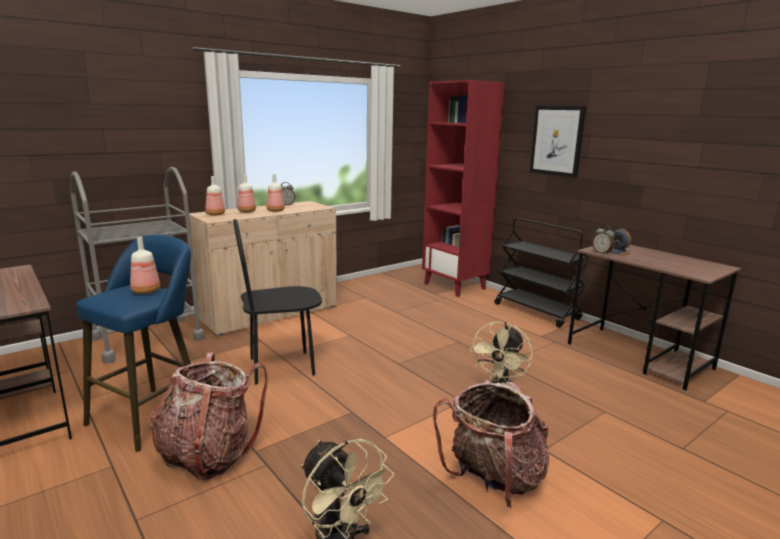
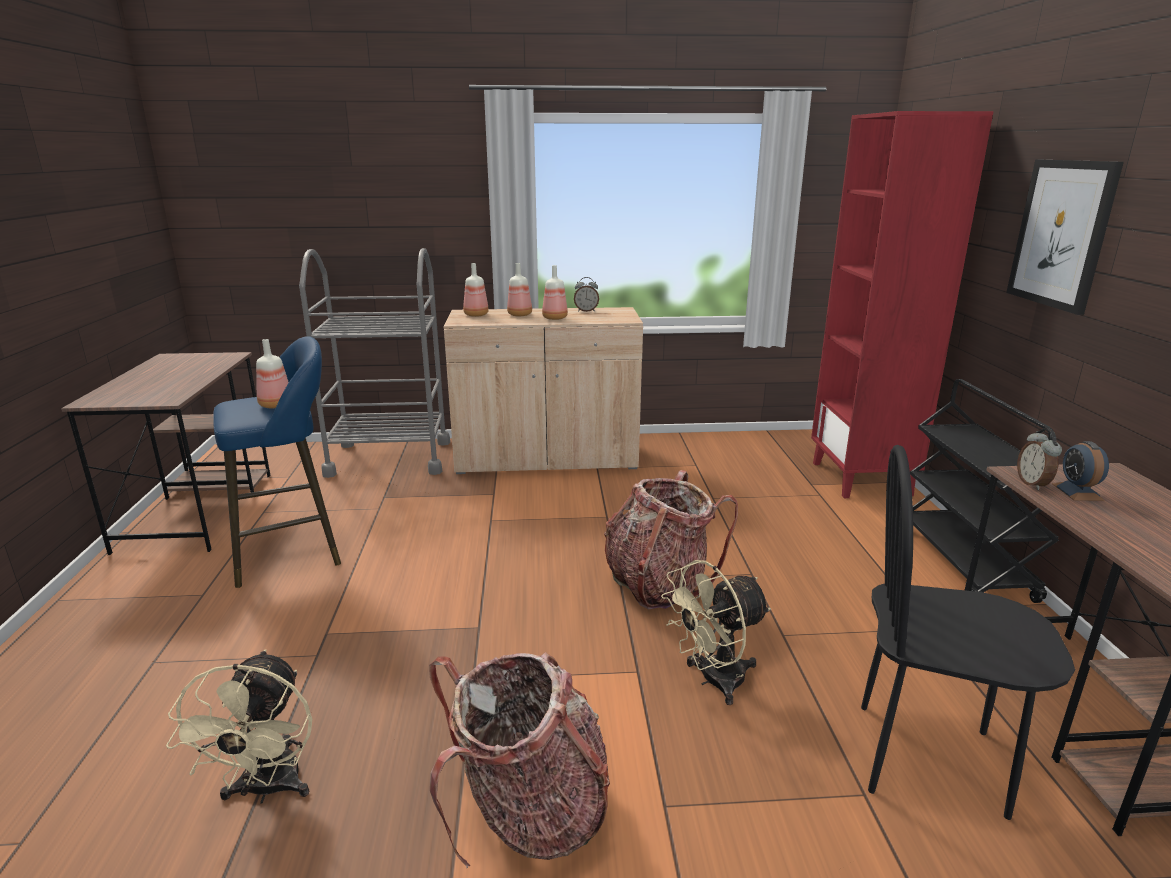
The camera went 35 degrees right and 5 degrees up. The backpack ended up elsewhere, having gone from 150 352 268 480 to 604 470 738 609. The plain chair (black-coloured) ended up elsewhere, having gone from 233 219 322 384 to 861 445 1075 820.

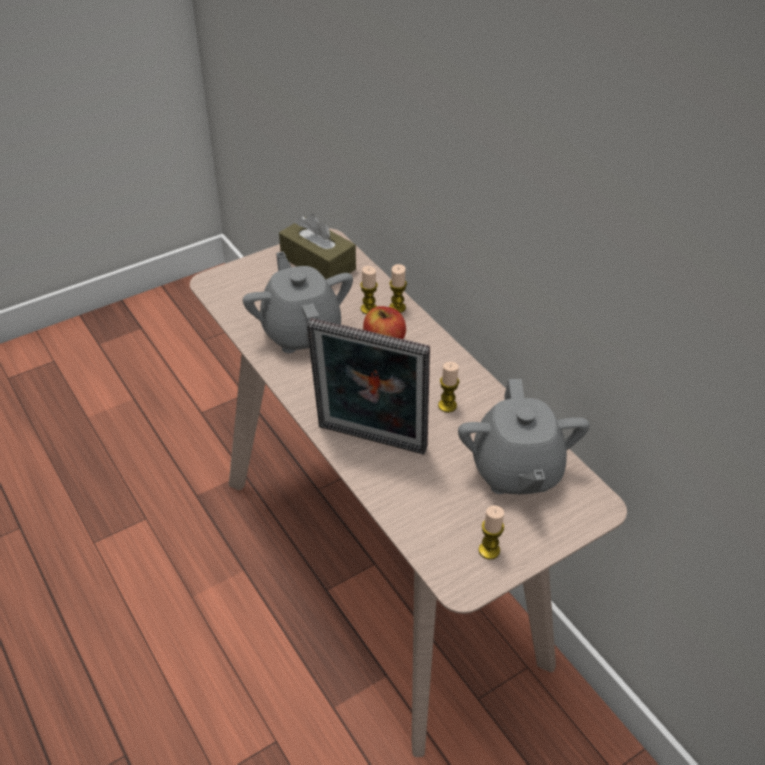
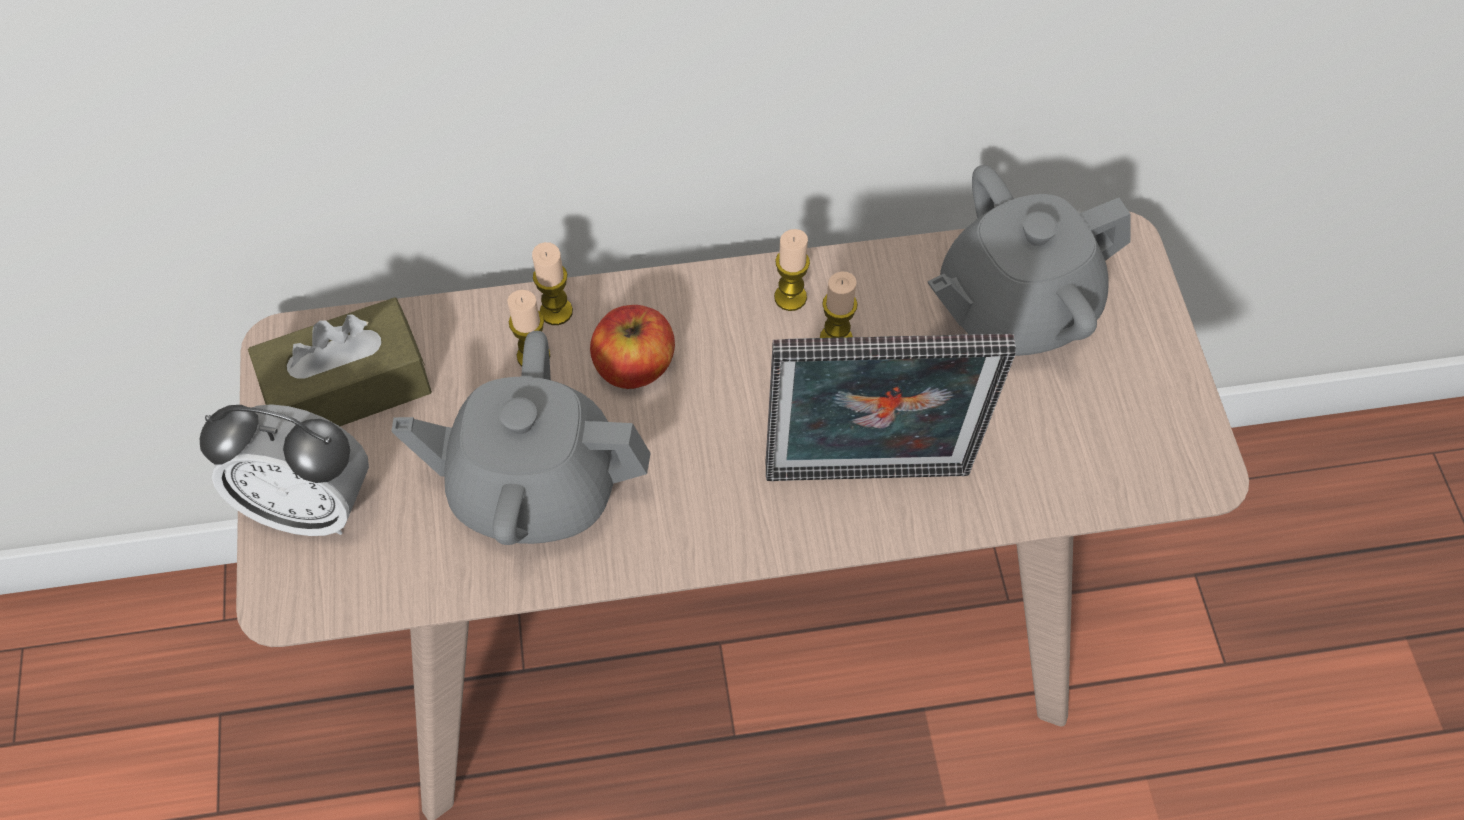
The camera went 65 degrees left and 15 degrees up. The second view gained the bedside clock at 200 404 369 536. The photo frame at 307 318 430 454 ended up facing another way, 45 degrees clockwise from before. The candle ended up elsewhere, having gone from 479 505 504 560 to 774 229 810 311. The tea pot (grey) at 458 379 590 494 ended up facing another way, 135 degrees clockwise from before.

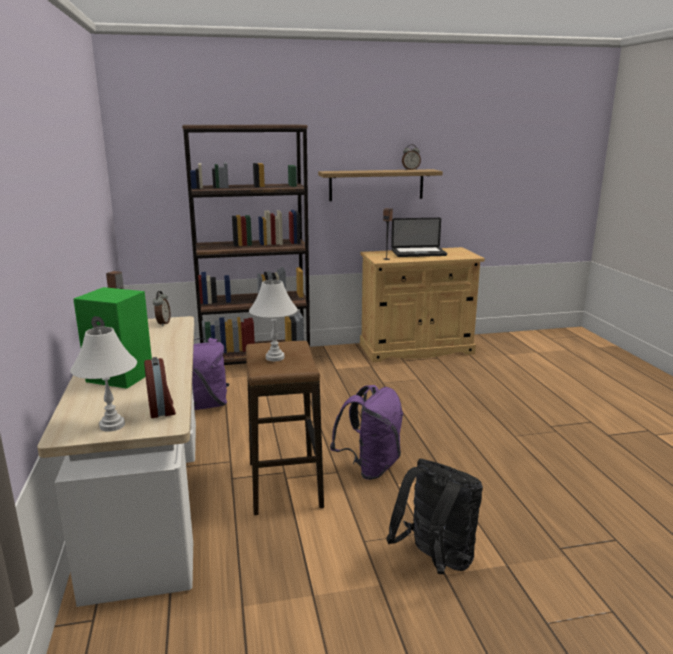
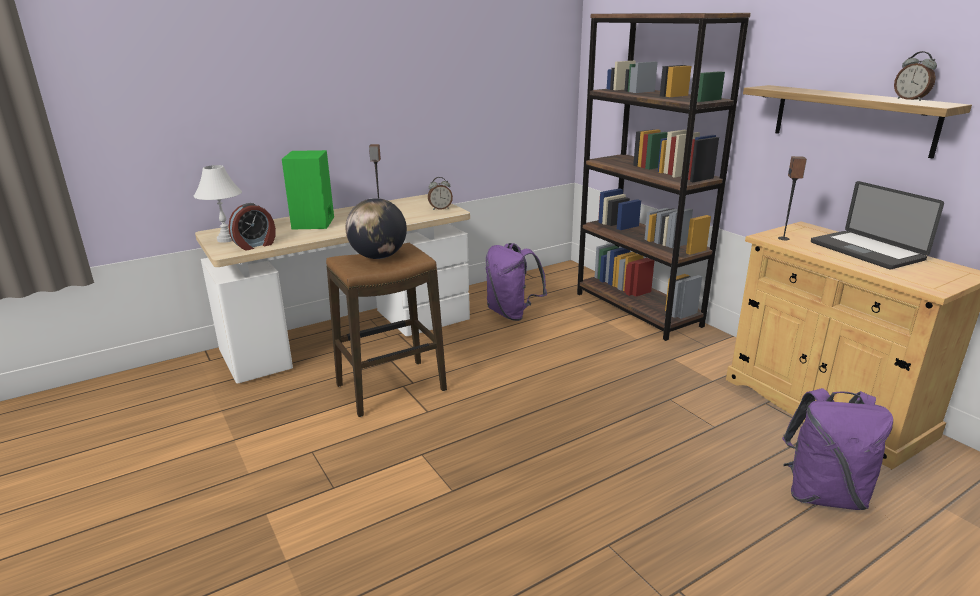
The camera went 70 degrees right and 5 degrees up. Where the tabletop lamp (white) stood at 249 280 298 361, the globe came to stand at 346 198 407 259. The backpack (purplish) ended up elsewhere, having gone from 330 385 403 480 to 782 388 893 510. The second view lost the backpack (black-coloured) at 386 459 483 574.

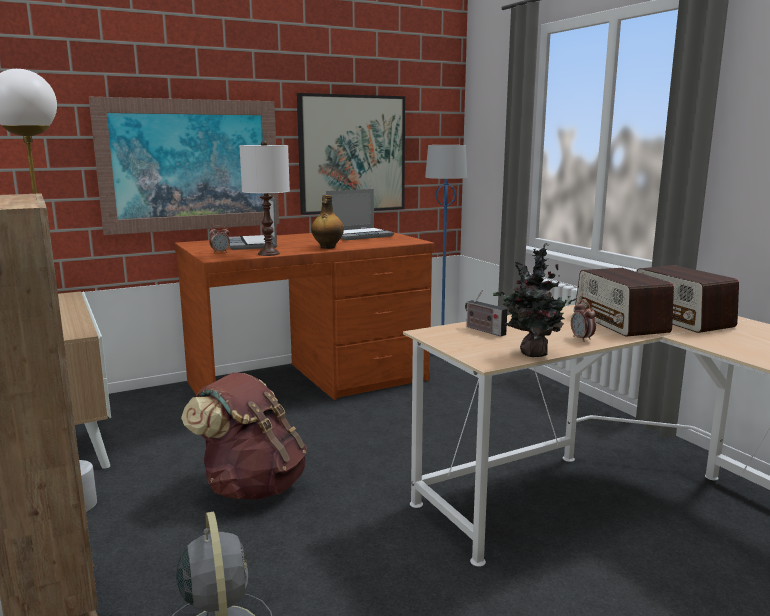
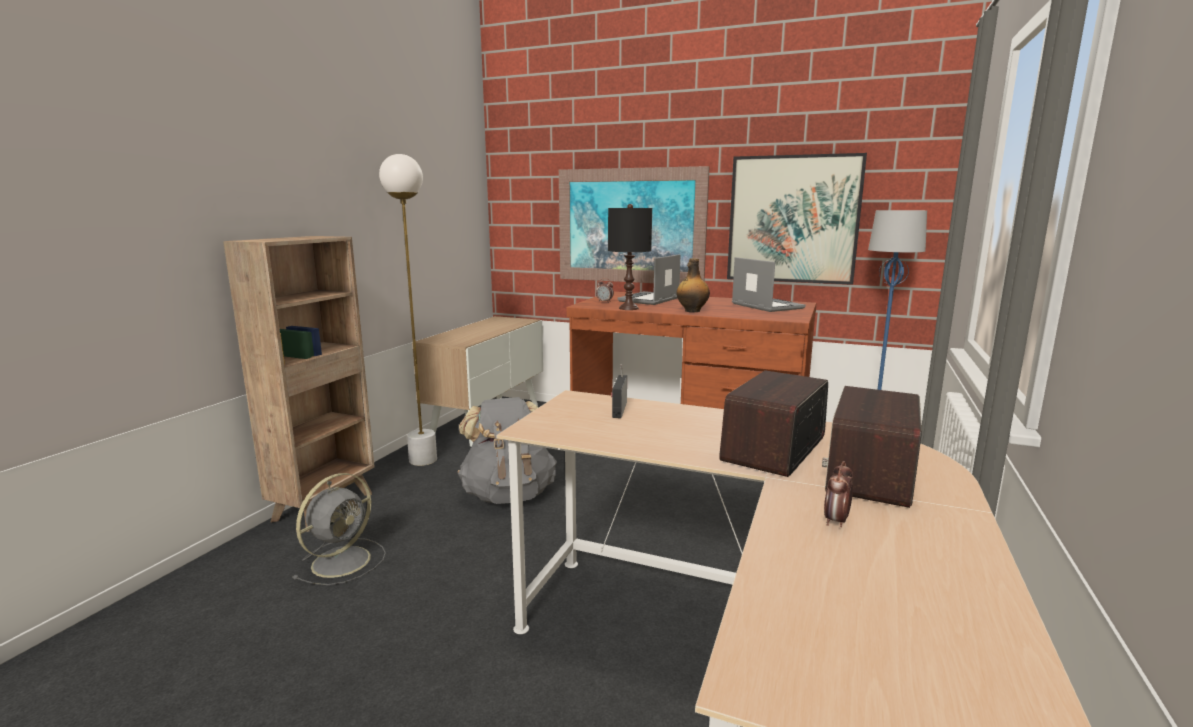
The camera went 50 degrees right and 0 degrees up. What was the backpack (brown) at 181 372 307 500 turned into the backpack (grey) at 458 397 557 504. What was the tabletop lamp (white) at 239 141 290 256 turned into the tabletop lamp (black-coloured) at 608 204 652 310. The notebook computer at 326 189 394 240 ended up facing another way, 135 degrees counterclockwise from before. The bedside clock ended up elsewhere, having gone from 571 301 596 342 to 824 461 853 527. The second view lost the potted plant at 493 243 579 357.

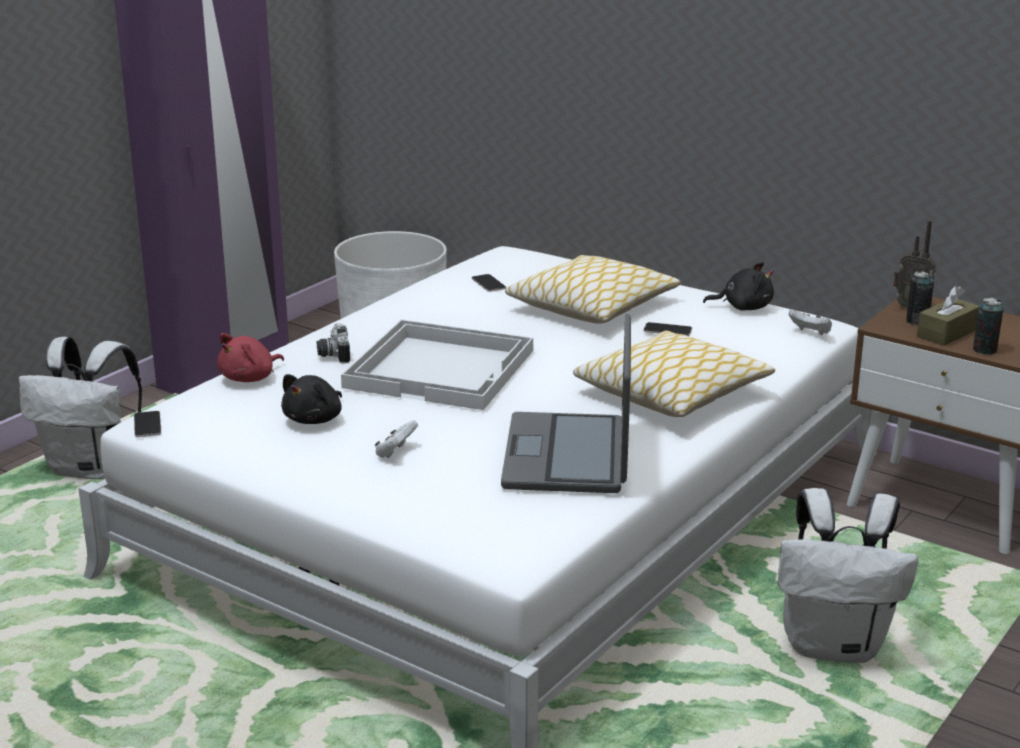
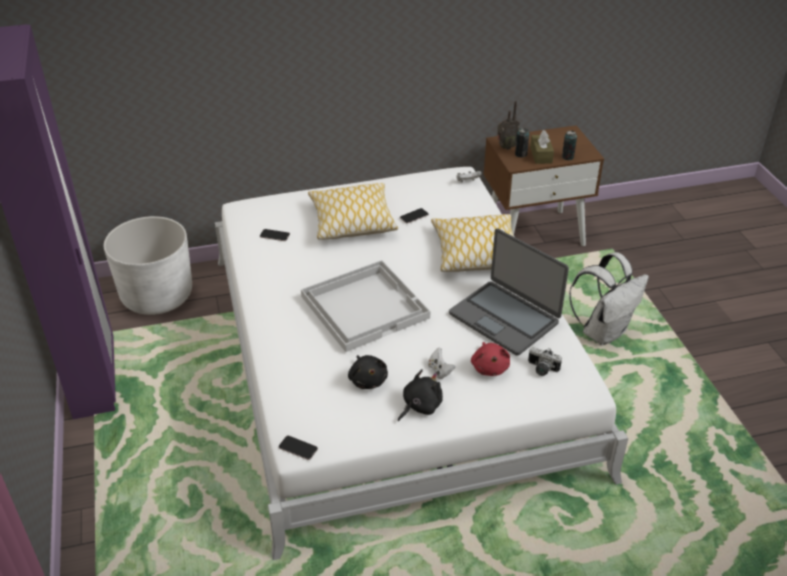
The camera went 50 degrees left and 15 degrees up. The soft toy (black-coloured) ended up elsewhere, having gone from 703 262 774 311 to 398 369 443 421. The soft toy (reddish) ended up elsewhere, having gone from 217 333 284 382 to 471 342 510 376. The still camera ended up elsewhere, having gone from 317 324 350 364 to 528 347 562 376. The second view lost the backpack (white) at 19 337 142 479.

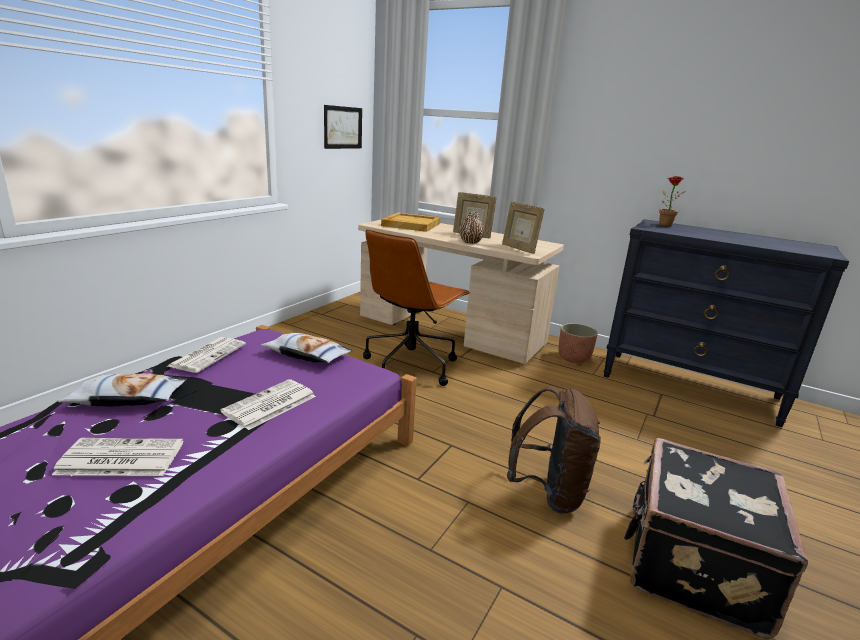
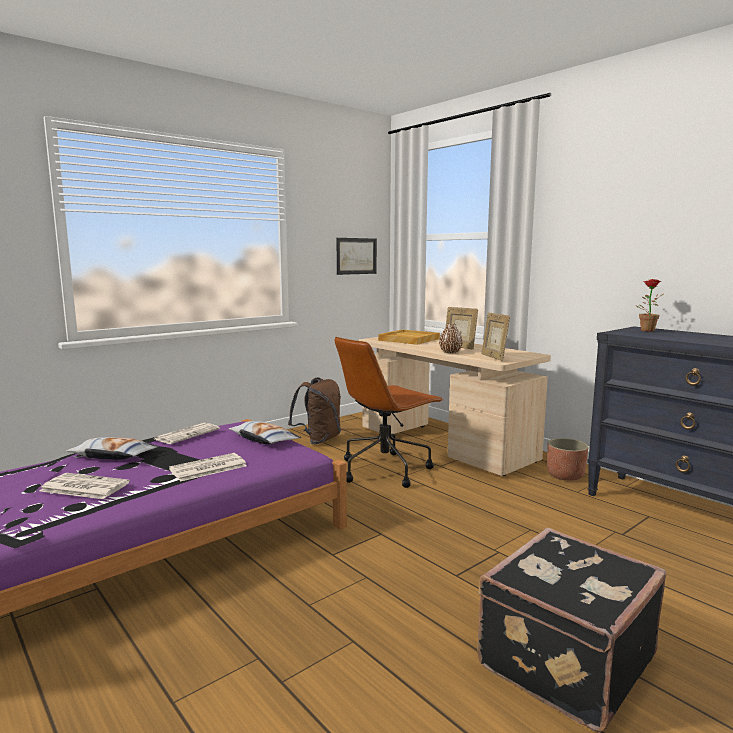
The camera went 20 degrees right and 10 degrees down. The backpack (brown) ended up elsewhere, having gone from 507 386 601 514 to 288 377 341 444.

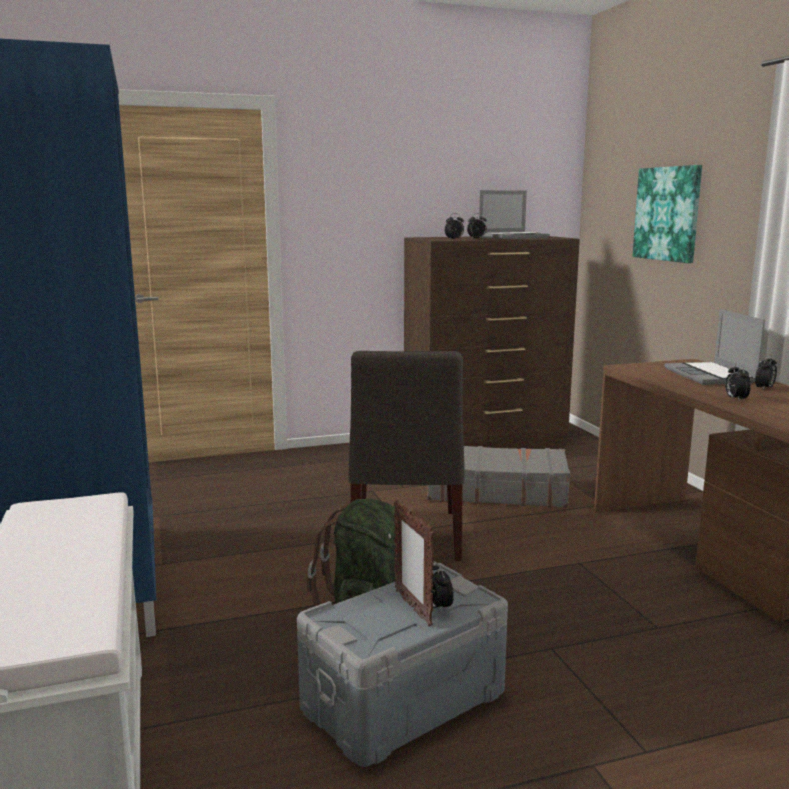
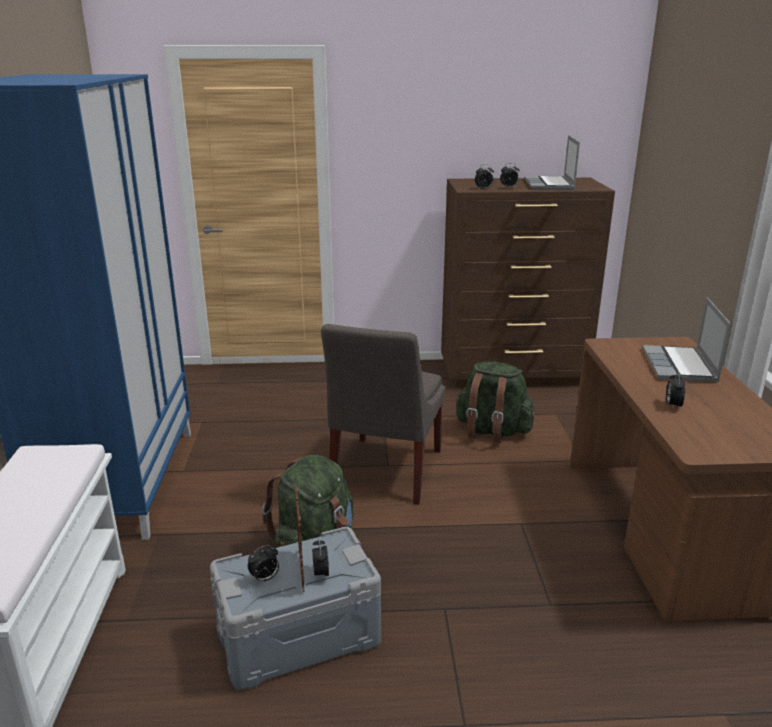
The camera went 15 degrees right and 10 degrees up. The bedside clock ended up elsewhere, having gone from 755 354 777 390 to 248 545 279 583. Where the piece of luggage (grey) stood at 427 446 570 508, the backpack (green-coloured) came to stand at 455 362 535 443. The notebook computer at 479 190 550 239 ended up facing another way, 105 degrees clockwise from before. The second view lost the picture at 632 165 702 263.

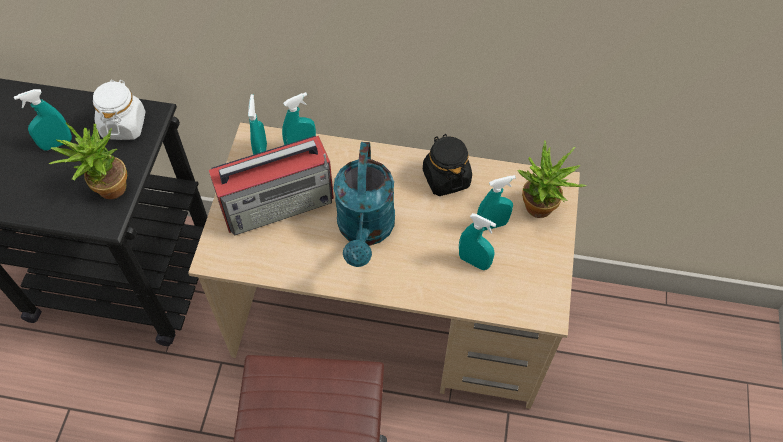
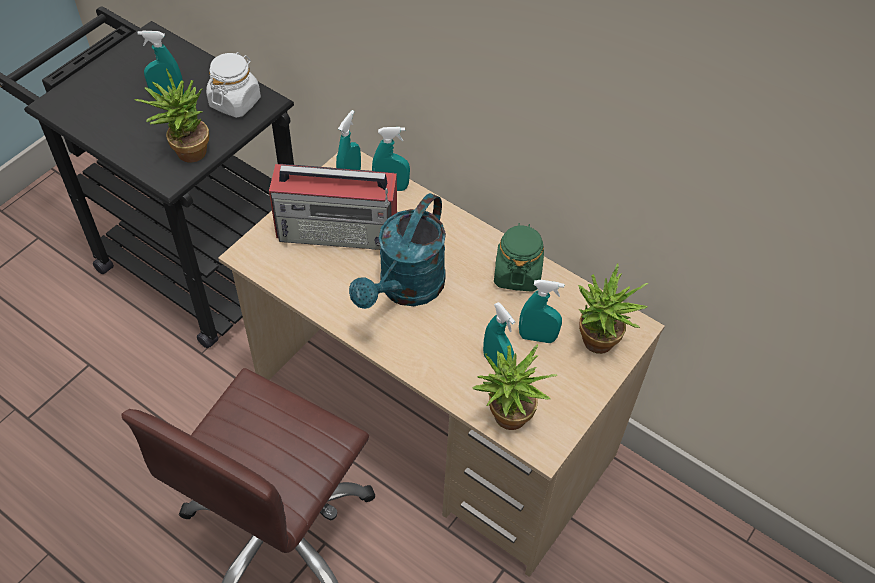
The camera went 25 degrees right and 5 degrees down. The second view gained the potted plant at 472 344 557 430. What was the jar (black-coloured) at 423 134 472 196 turned into the jar (green-coloured) at 494 223 544 292.

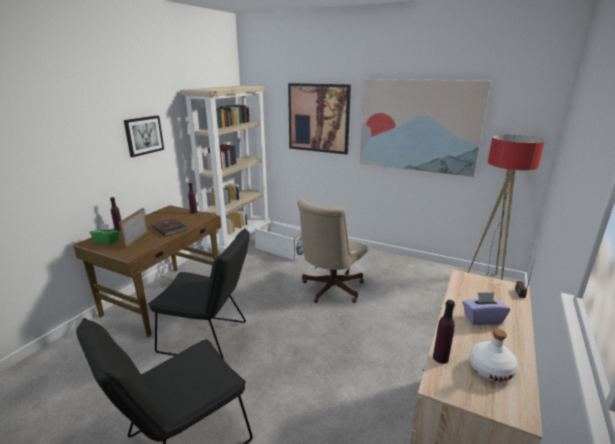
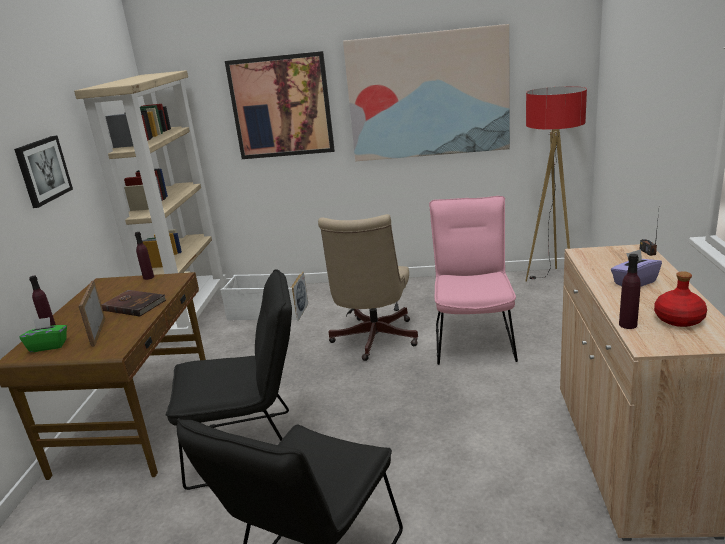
The camera went 20 degrees left and 0 degrees up. The second view gained the plain chair (pinkish) at 429 196 518 365. What was the bottle (white) at 469 329 518 382 turned into the bottle (reddish) at 654 271 707 327.

